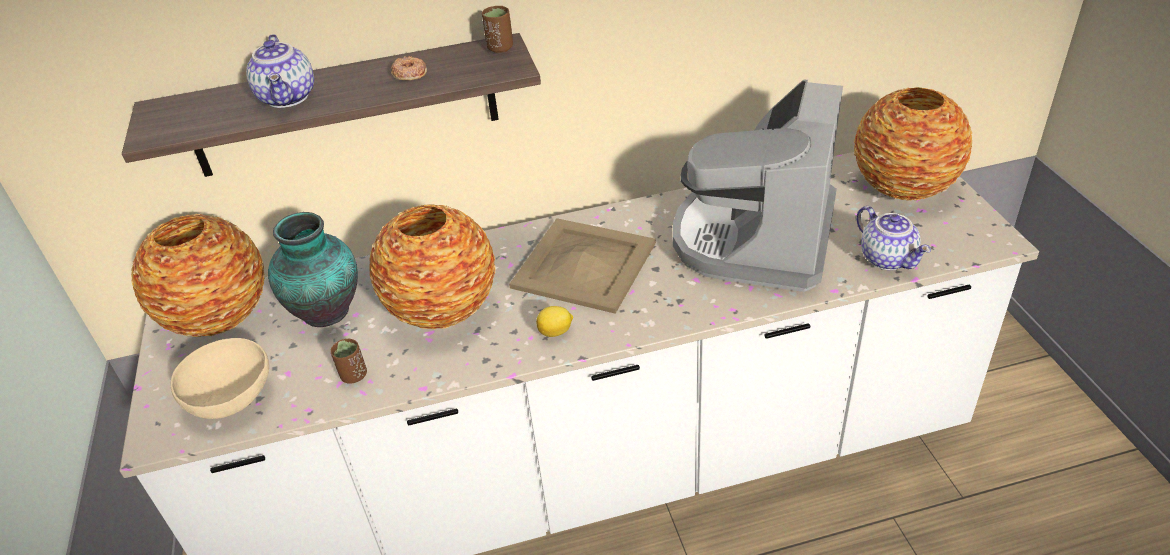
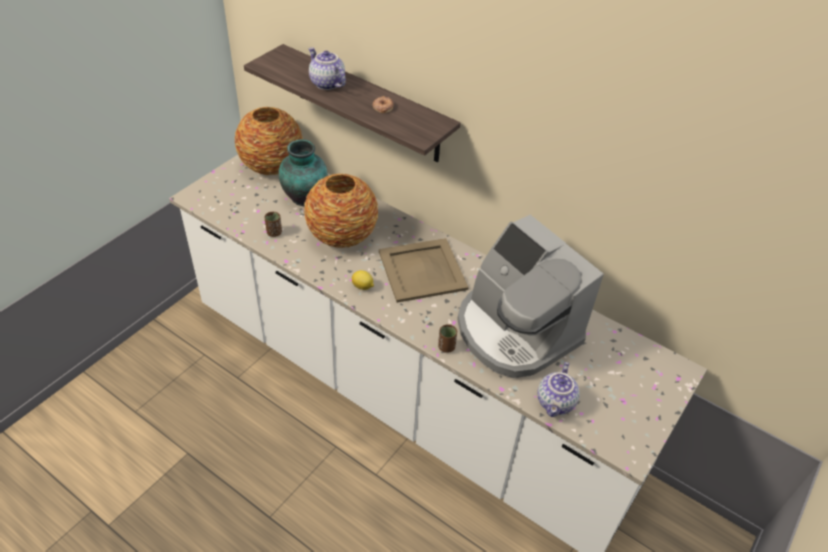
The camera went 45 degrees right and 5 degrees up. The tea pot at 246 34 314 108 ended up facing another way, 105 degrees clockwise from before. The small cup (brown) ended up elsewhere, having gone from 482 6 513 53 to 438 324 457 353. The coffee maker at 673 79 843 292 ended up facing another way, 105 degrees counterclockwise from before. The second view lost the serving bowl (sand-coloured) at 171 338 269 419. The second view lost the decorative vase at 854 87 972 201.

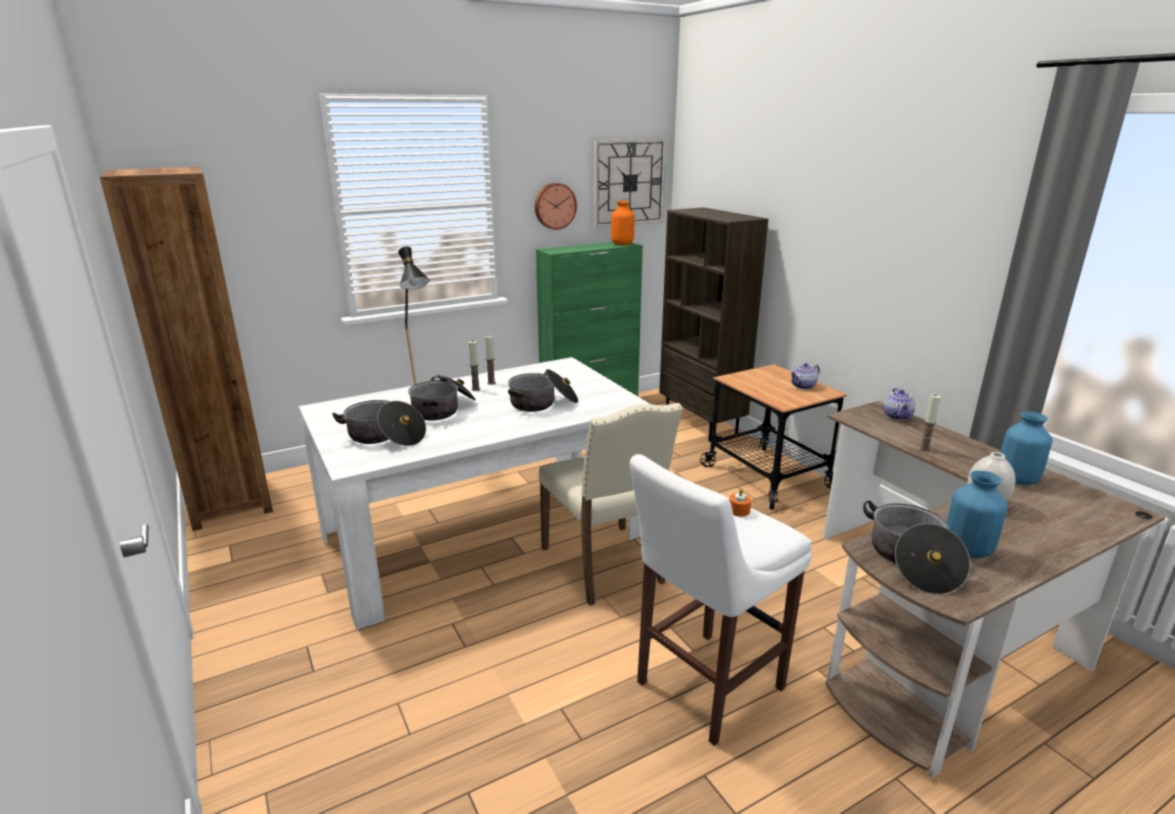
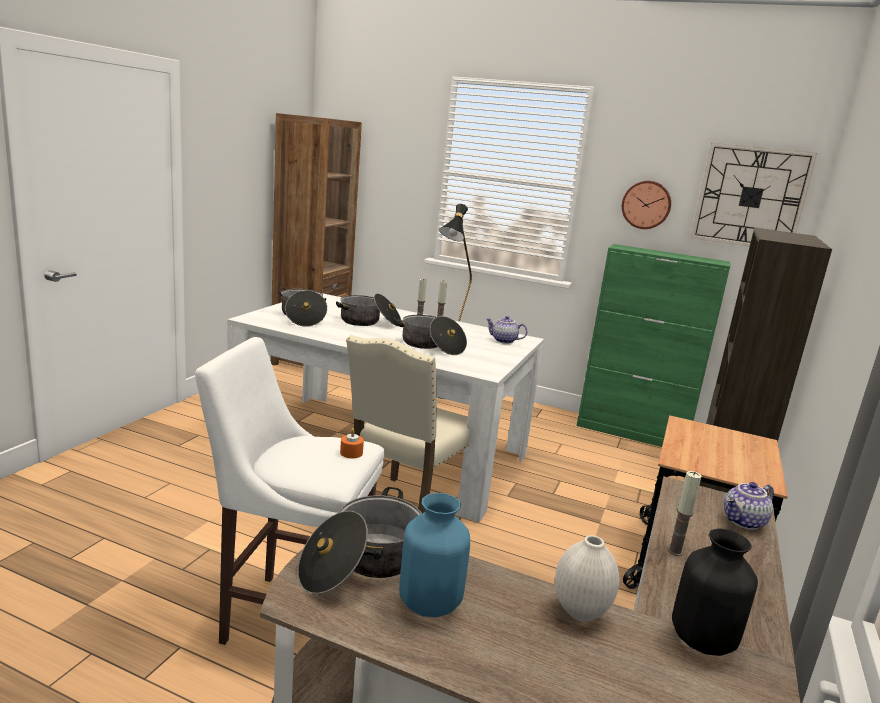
The camera went 50 degrees right and 5 degrees down. The tea pot ended up elsewhere, having gone from 790 363 820 389 to 486 316 527 344. What was the decorative vase (blue-coloured) at 1000 411 1052 485 turned into the decorative vase (black-coloured) at 672 528 758 656. The second view lost the decorative vase (orange) at 611 201 635 245.

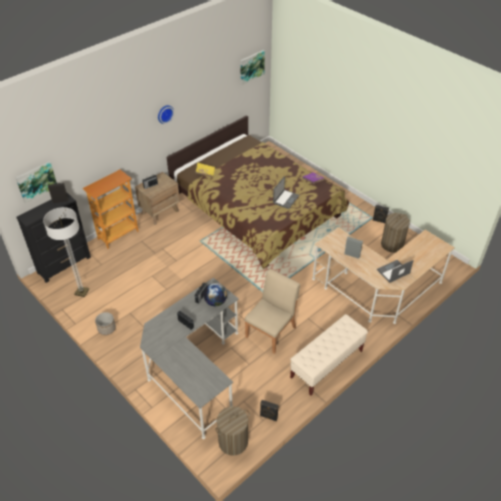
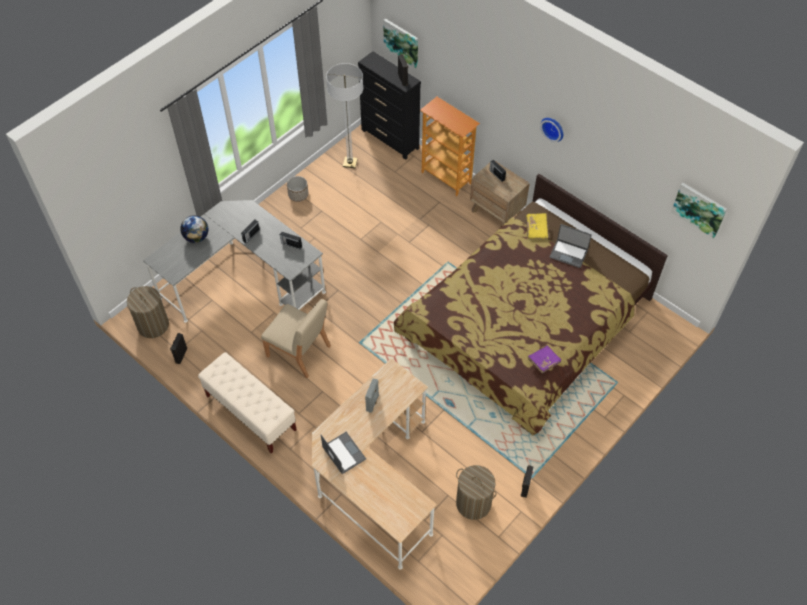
The camera went 85 degrees right and 10 degrees up. The globe ended up elsewhere, having gone from 203 283 227 306 to 180 215 208 243. The notebook computer ended up elsewhere, having gone from 273 176 299 209 to 550 224 592 268.

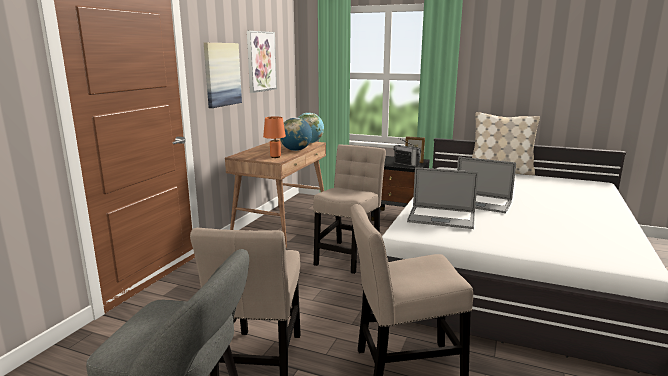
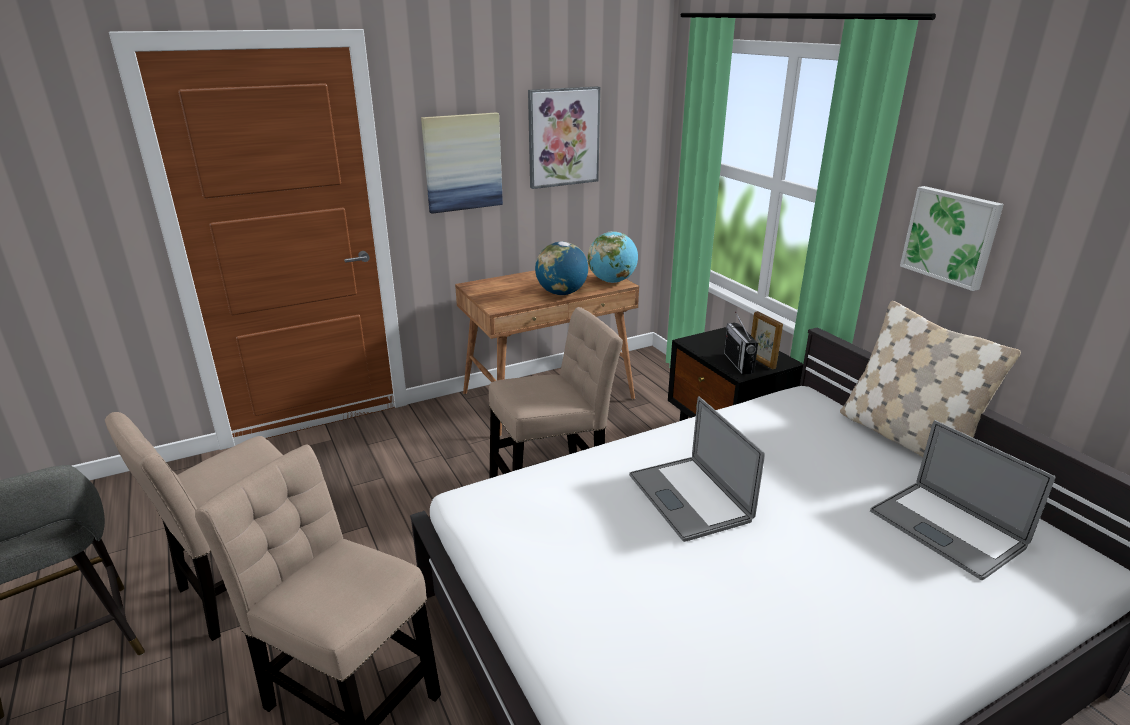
The camera went 40 degrees right and 10 degrees up. The notebook computer ended up elsewhere, having gone from 407 167 478 229 to 870 420 1055 580. The second view gained the picture at 900 186 1004 291. The second view lost the tabletop lamp (orange) at 263 116 286 158.

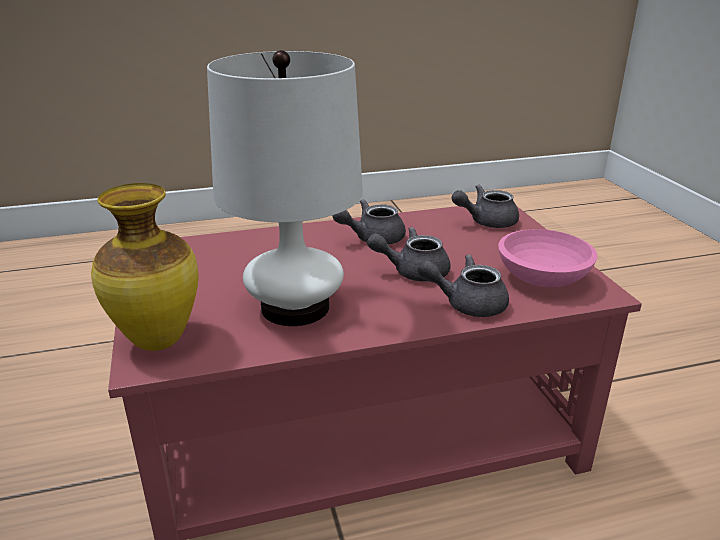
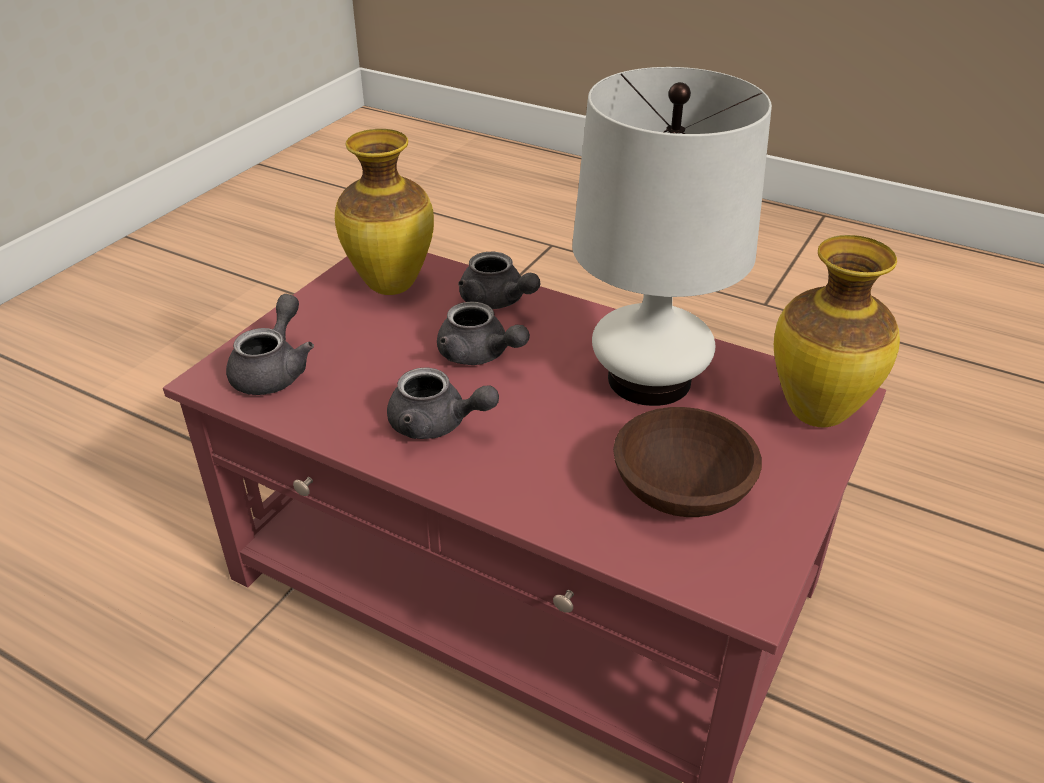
The camera went 135 degrees left and 10 degrees up. The tea pot (grey) at 452 185 519 228 ended up facing another way, 105 degrees counterclockwise from before. Where the serving bowl (pinkish) stood at 498 229 597 287, the decorative vase came to stand at 335 129 434 295. The second view gained the serving bowl (brown) at 613 407 762 517.

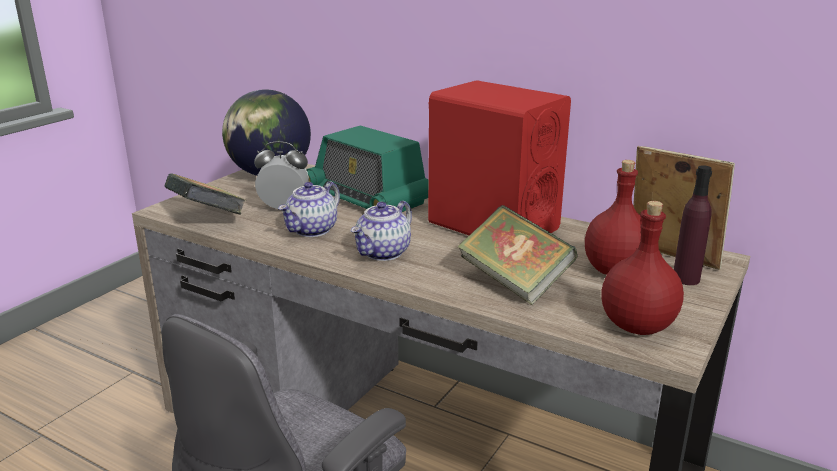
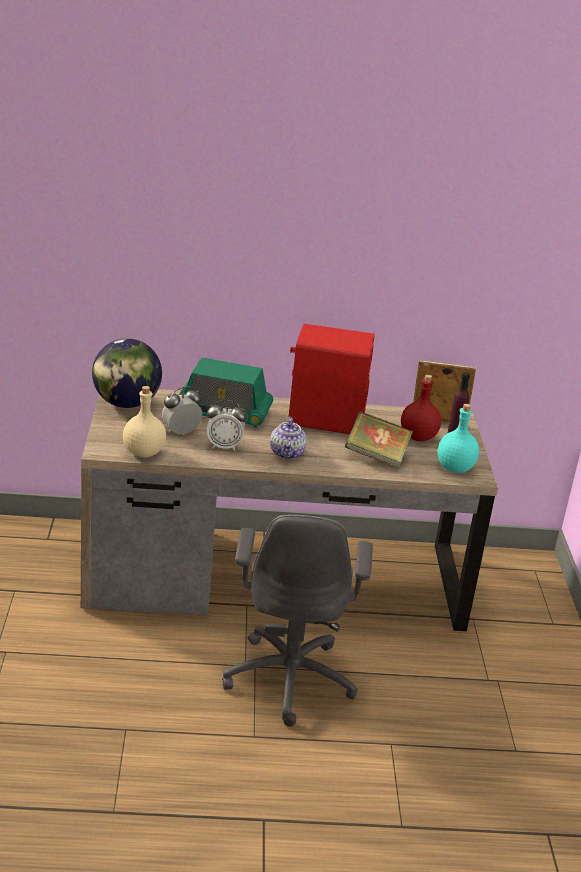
The camera went 35 degrees left and 5 degrees up. Where the volume stood at 164 173 247 215, the bottle (sand-coloured) came to stand at 123 386 166 457. Where the tea pot stood at 278 181 340 237, the bedside clock came to stand at 206 400 247 451. What was the bottle (reddish) at 601 201 684 335 turned into the bottle (turquoise) at 438 404 479 473.

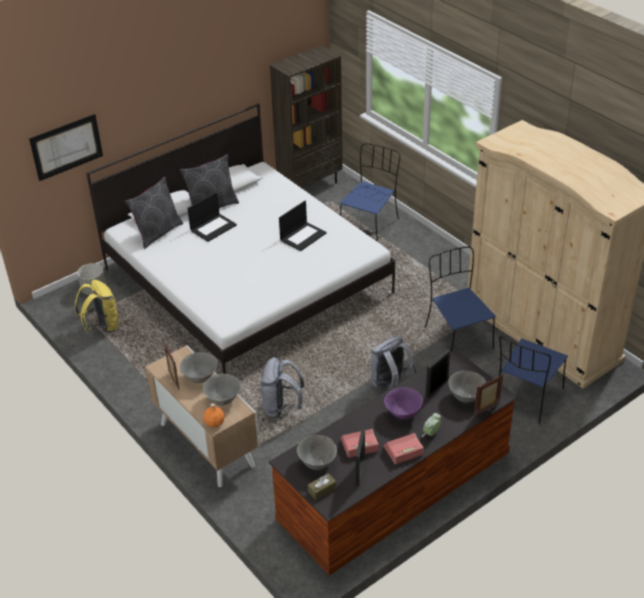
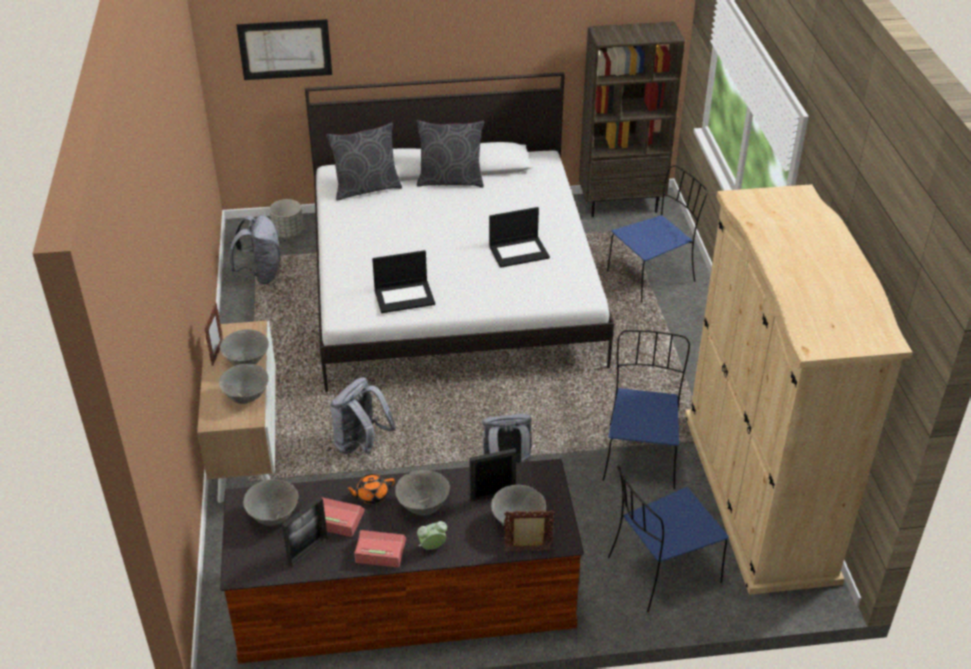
The camera went 30 degrees right and 0 degrees up. What was the backpack (yellowish) at 75 280 119 333 turned into the backpack (grey) at 229 215 281 284. The second view gained the tea pot (orange) at 345 474 395 504. The notebook computer ended up elsewhere, having gone from 187 192 237 242 to 372 250 435 313. What was the serving bowl (purplish) at 384 387 423 419 turned into the serving bowl (grey) at 395 470 450 515. The second view lost the bottle (orange) at 204 403 225 428. The second view lost the tissue holder (brown) at 308 473 336 500.

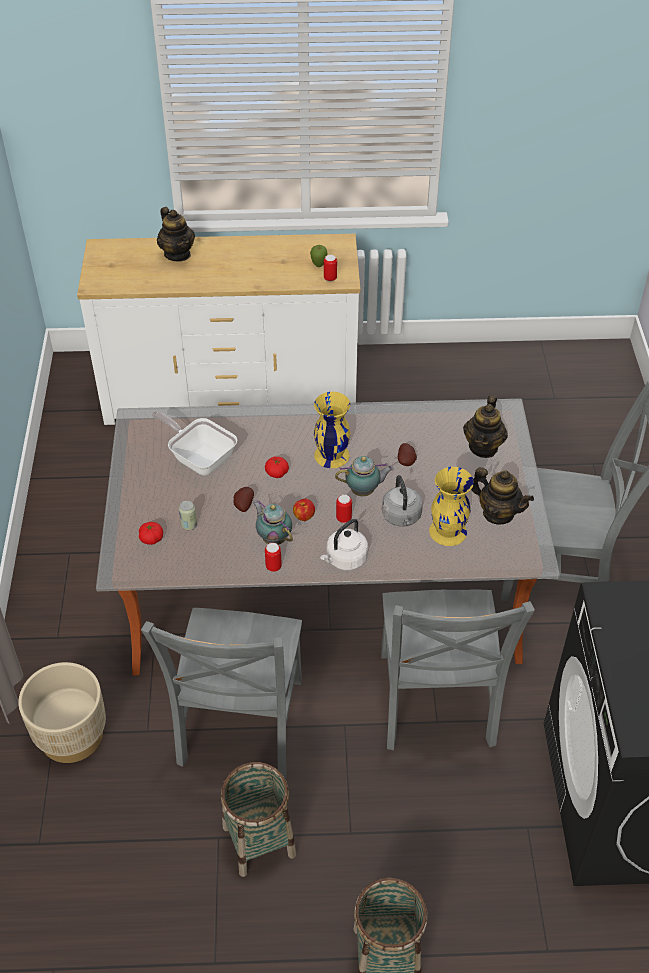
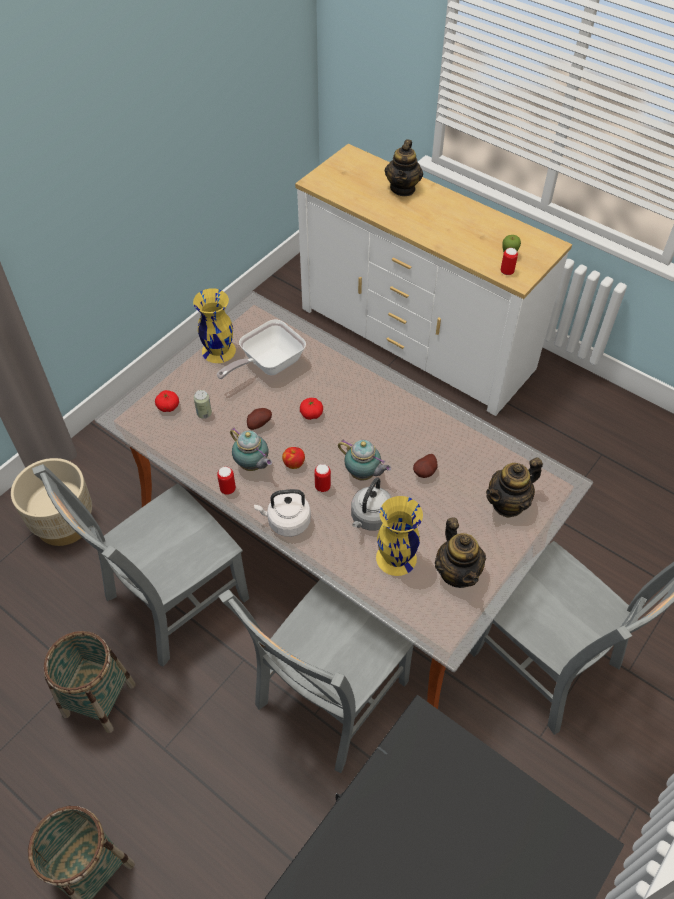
The camera went 40 degrees right and 5 degrees up. The decorative vase (yellowish) ended up elsewhere, having gone from 314 392 350 468 to 193 288 236 363. The frying pan at 151 411 238 476 ended up facing another way, 120 degrees counterclockwise from before. The tea pot at 253 500 293 545 ended up facing another way, 135 degrees clockwise from before.

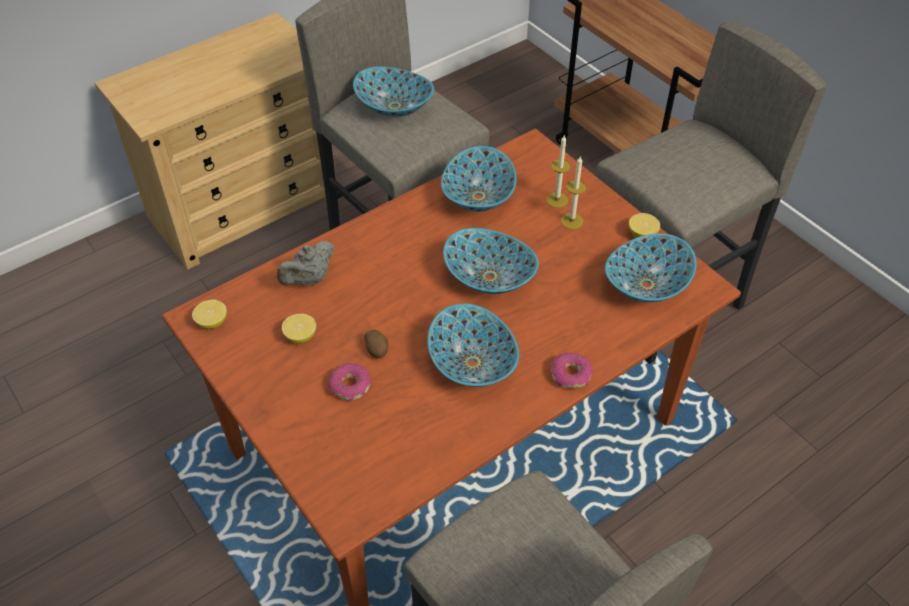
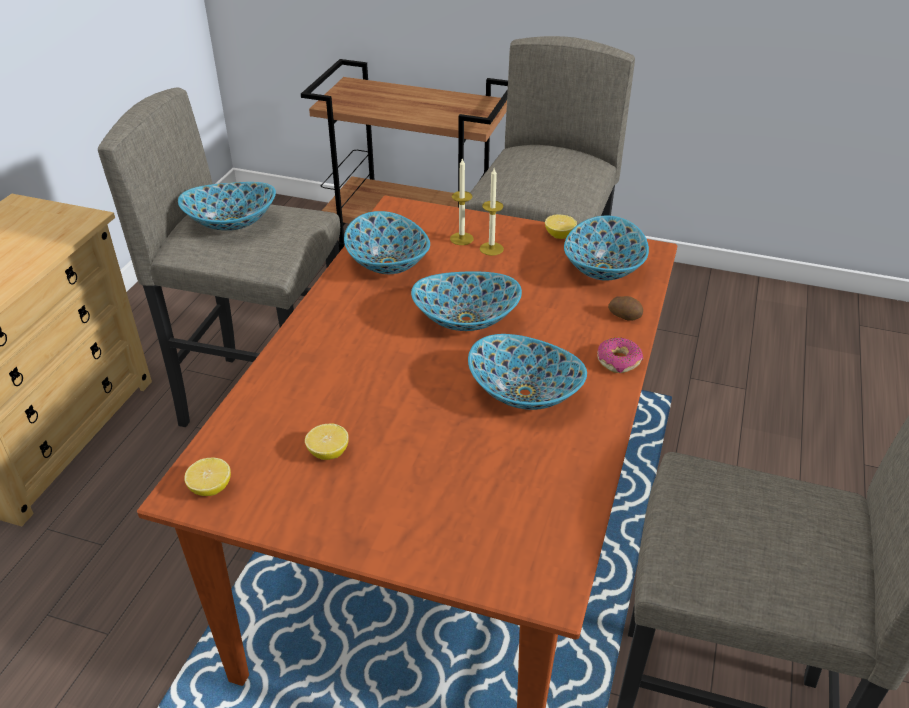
The camera went 35 degrees left and 10 degrees down. The potato ended up elsewhere, having gone from 364 330 388 358 to 608 296 643 321. The second view lost the tea pot (grey) at 277 241 335 286. The second view lost the donut at 328 363 372 401.

